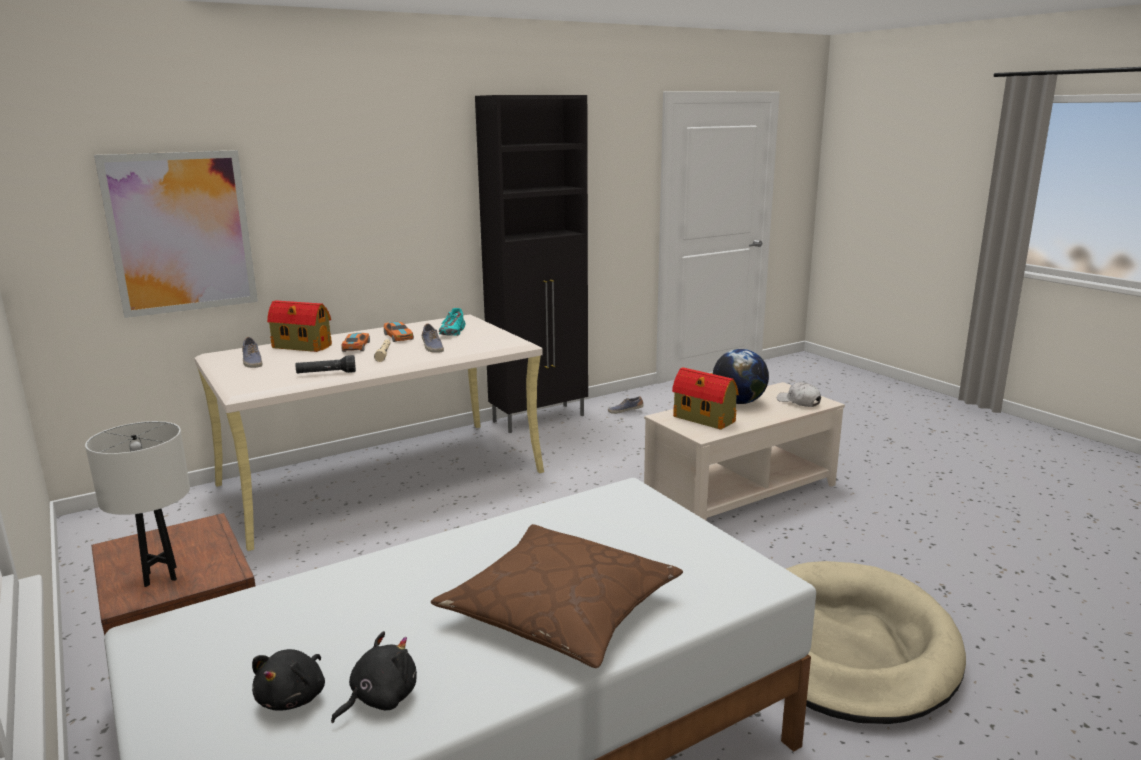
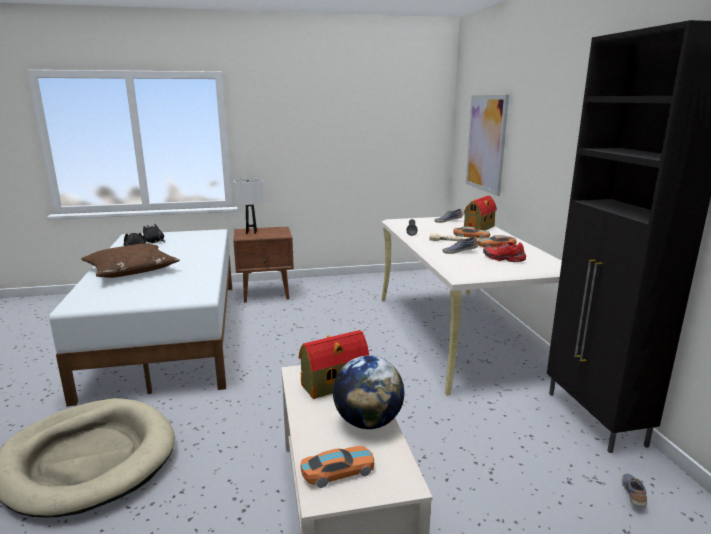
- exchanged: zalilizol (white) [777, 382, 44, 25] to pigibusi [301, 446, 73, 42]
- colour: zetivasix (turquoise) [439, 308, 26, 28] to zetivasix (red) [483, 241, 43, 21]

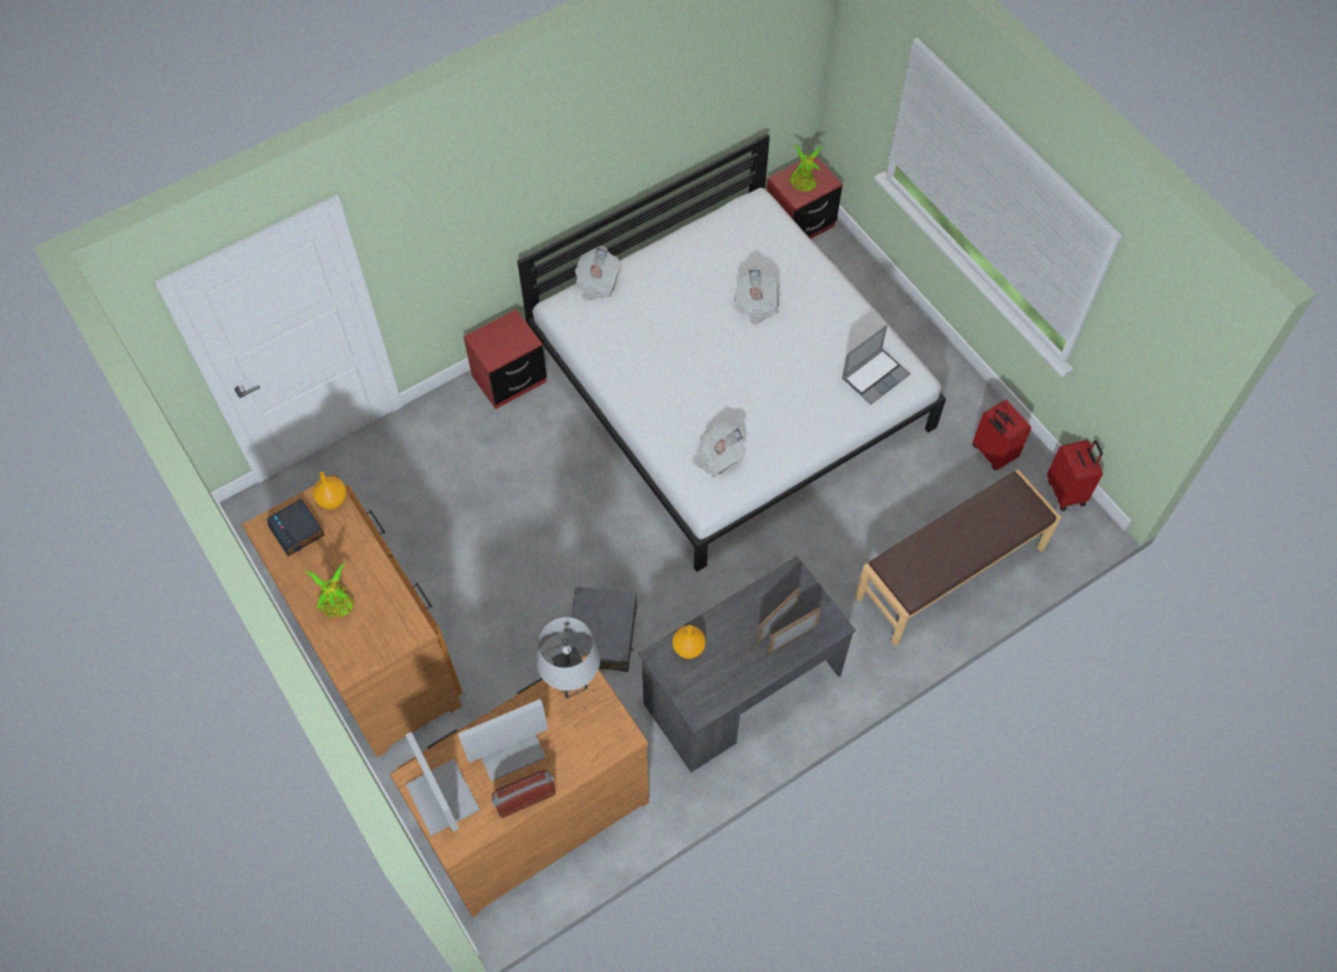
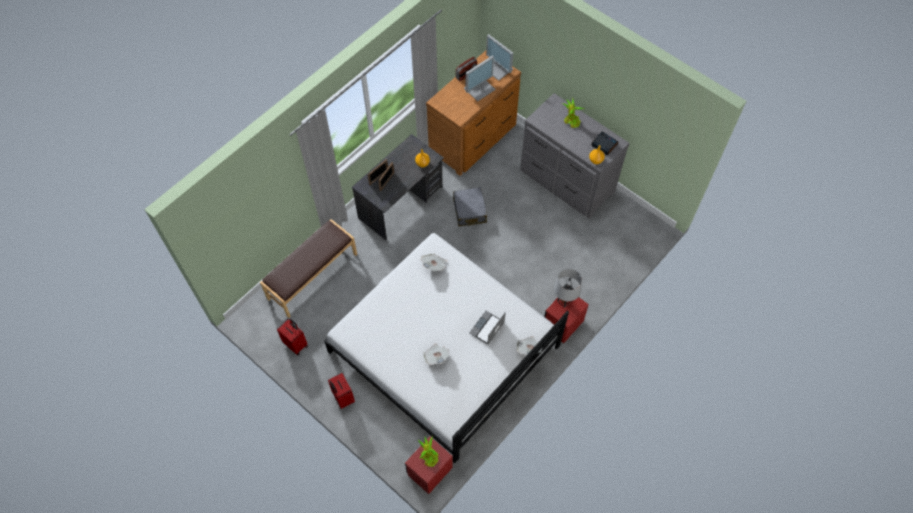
- relocated: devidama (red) [1047, 440, 56, 71] to [328, 373, 27, 36]
- relocated: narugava [842, 325, 68, 80] to [469, 311, 37, 34]
- colour: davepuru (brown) [242, 474, 220, 283] to davepuru (grey) [520, 93, 110, 126]
- relocated: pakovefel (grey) [537, 617, 63, 82] to [554, 269, 28, 39]

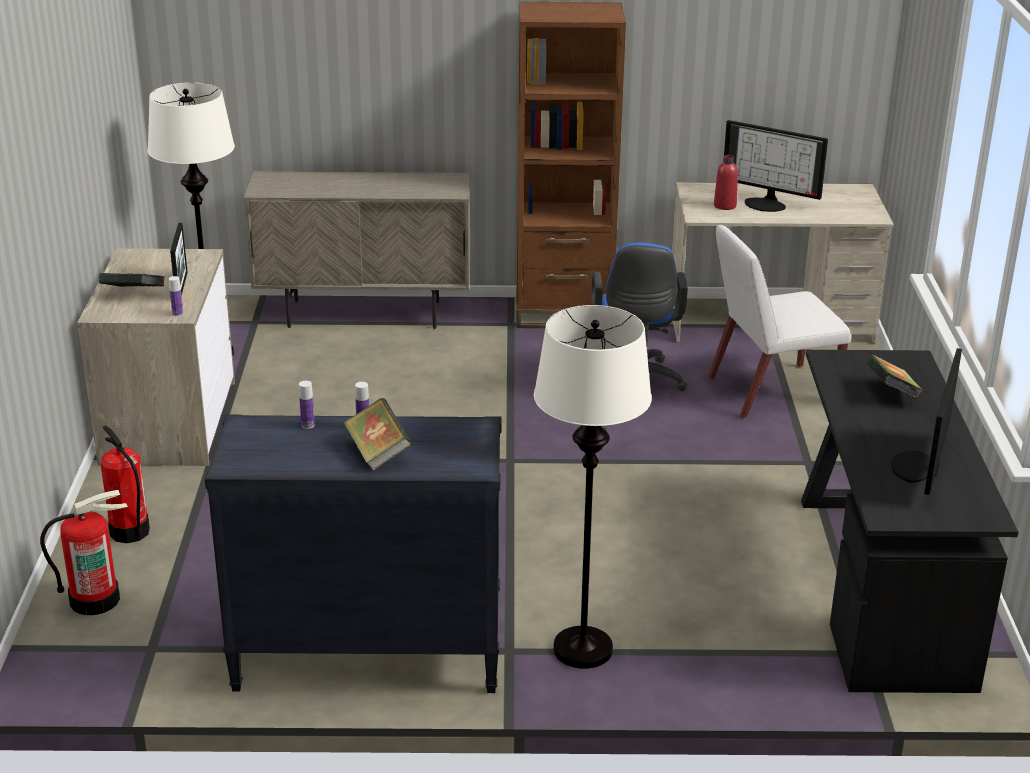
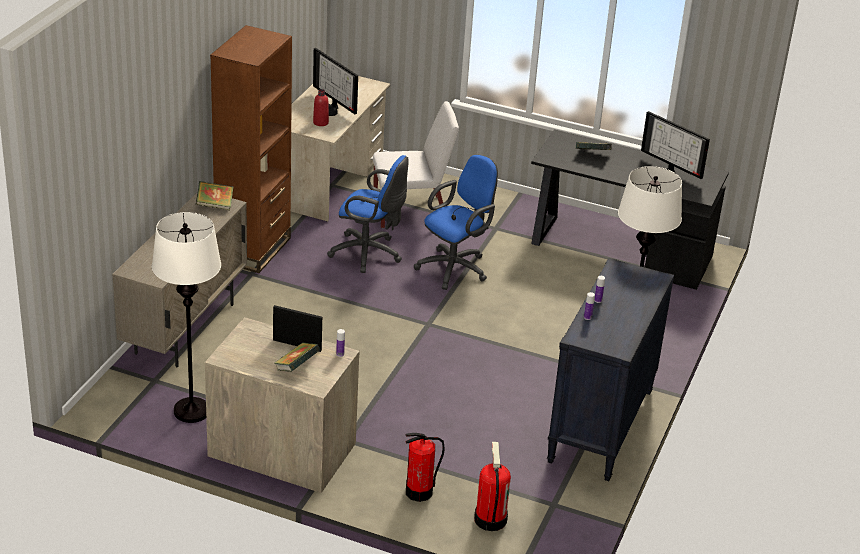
- relocated: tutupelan [344, 398, 68, 73] to [196, 181, 37, 29]
- spun: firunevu [723, 120, 105, 92] = [313, 48, 45, 68] 90 degrees clockwise
- spun: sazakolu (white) [708, 225, 143, 194] = [373, 101, 86, 127] 105 degrees counterclockwise
- appeared: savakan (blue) [414, 155, 84, 135]

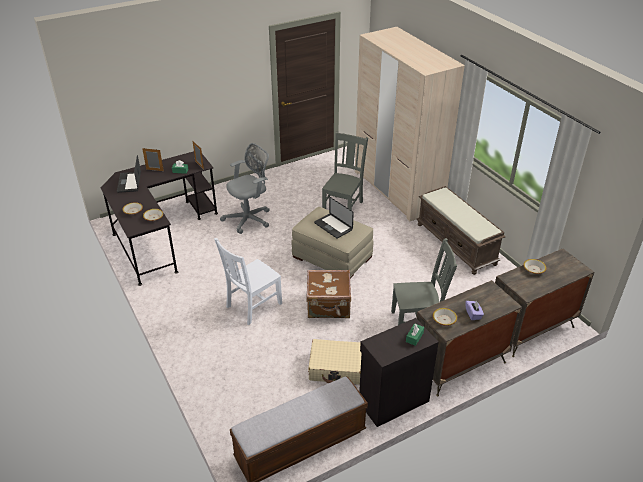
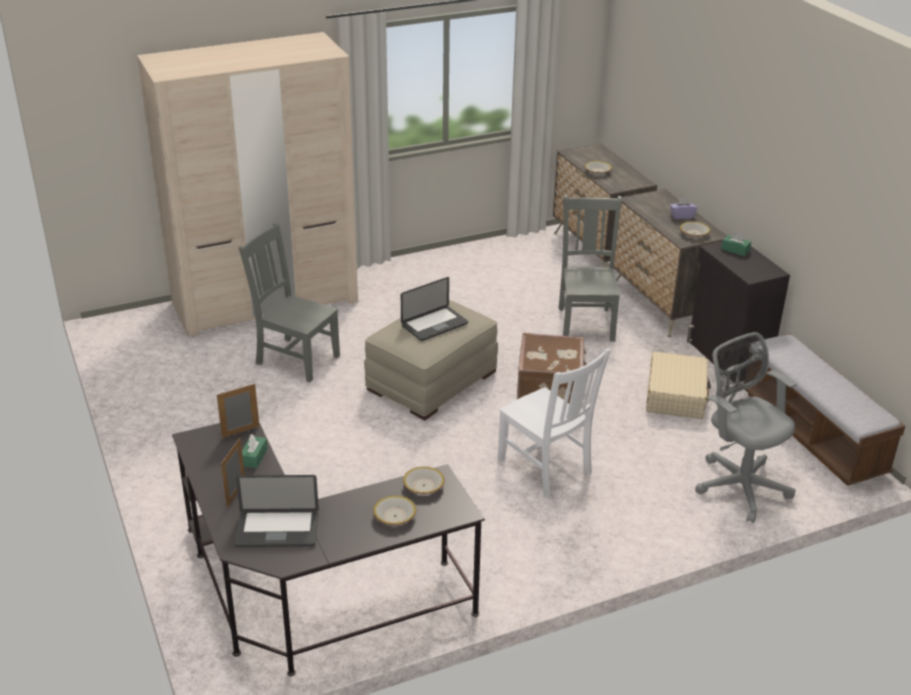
- relocated: savakan (grey) [220, 143, 49, 91] to [695, 332, 102, 191]
- missing: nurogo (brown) [416, 186, 90, 89]

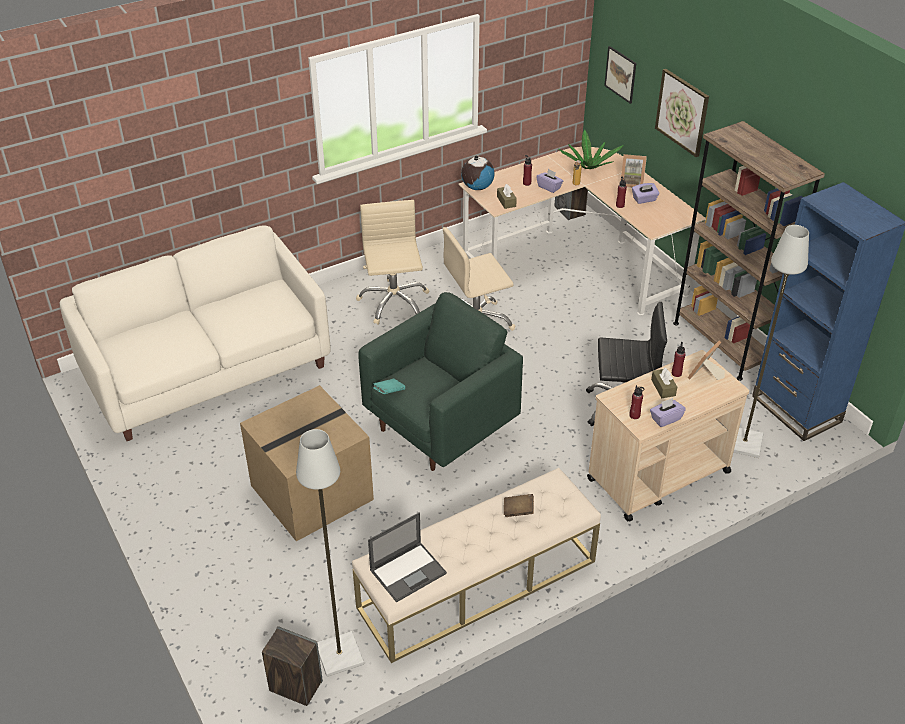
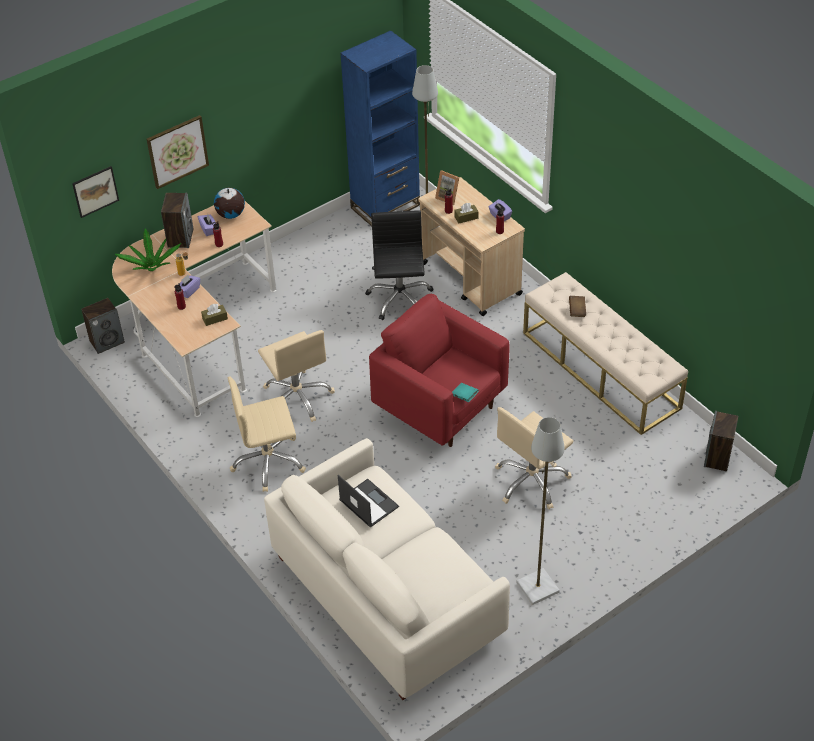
- exchanged: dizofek [621, 154, 26, 34] to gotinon [161, 193, 33, 55]
- relocated: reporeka [461, 155, 33, 35] to [214, 188, 31, 31]
- relocated: narugava [368, 512, 79, 91] to [338, 475, 61, 53]
- colour: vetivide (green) [358, 292, 165, 179] to vetivide (red) [369, 294, 141, 153]
- exchanged: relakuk [240, 385, 134, 156] to savakan (beige) [495, 407, 78, 102]
- relocated: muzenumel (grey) [296, 429, 68, 248] to [516, 417, 49, 188]
- missing: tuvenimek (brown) [673, 121, 152, 260]

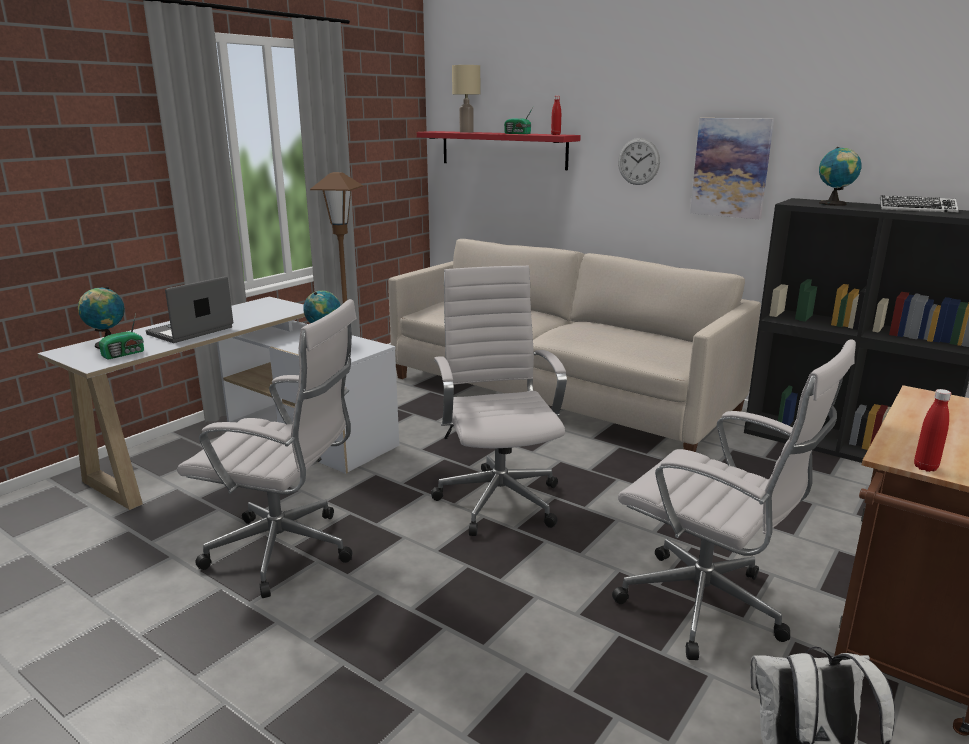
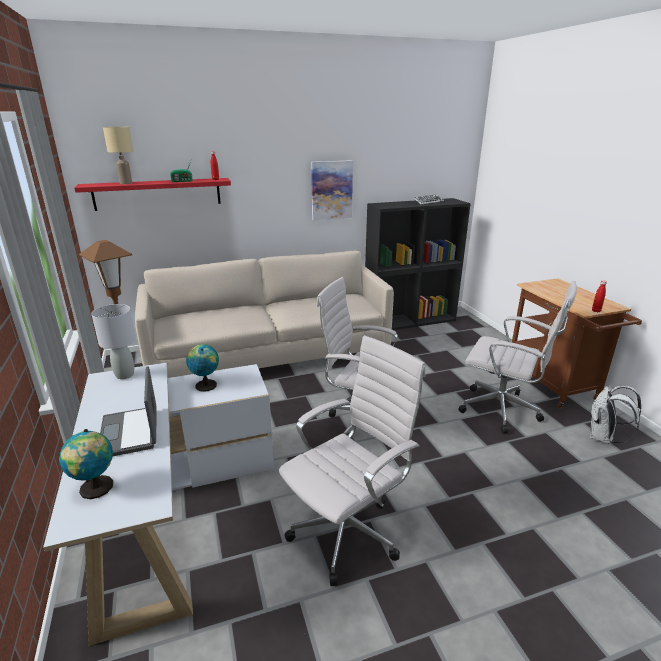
- appeared: pakovefel (grey) [91, 304, 45, 75]
- spun: savakan (white) [612, 339, 244, 321] = [458, 281, 119, 153] 45 degrees clockwise
- missing: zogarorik [99, 313, 45, 47]
- missing: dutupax [618, 138, 42, 47]
- missing: reporeka [819, 147, 42, 59]

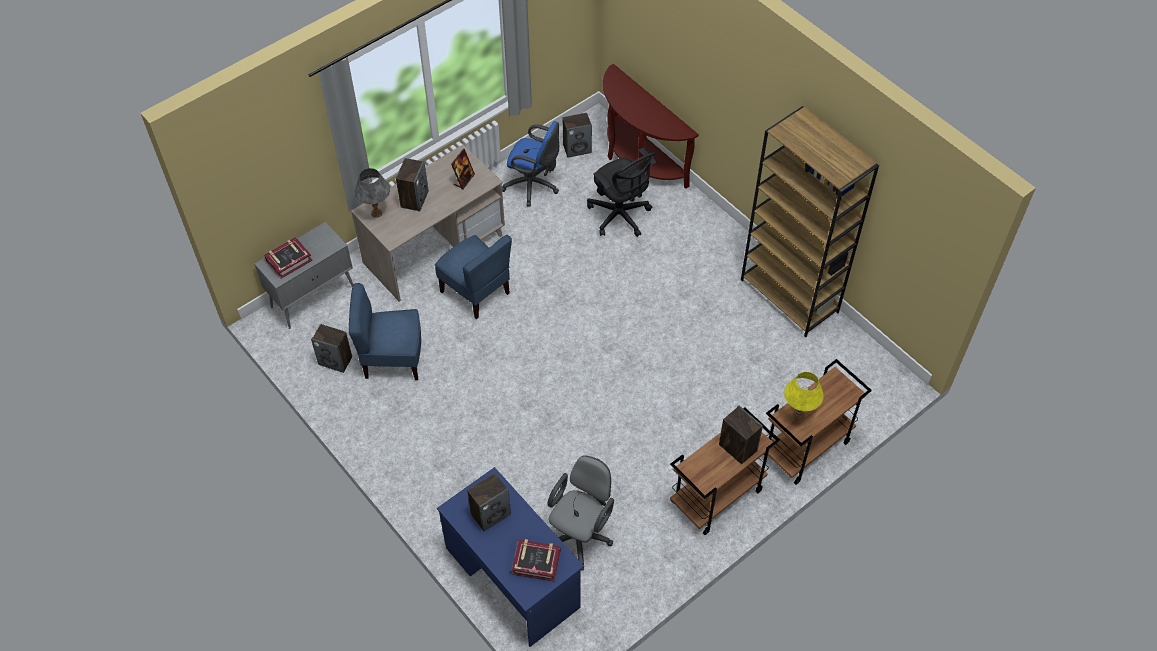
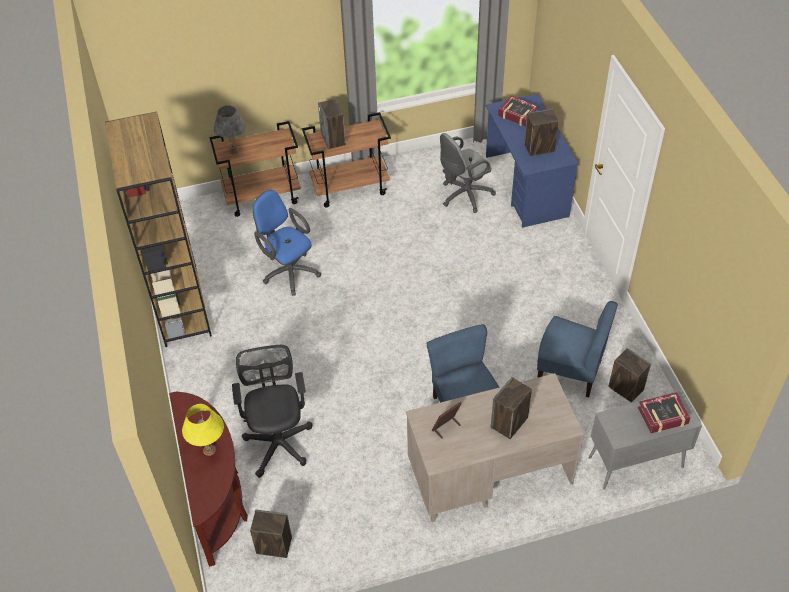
- relocated: pakovefel (yellow) [784, 372, 40, 48] to [182, 404, 42, 52]
- relocated: pakovefel (grey) [355, 168, 35, 50] to [214, 105, 32, 49]
- relocated: savakan (blue) [502, 121, 57, 85] to [253, 190, 68, 106]

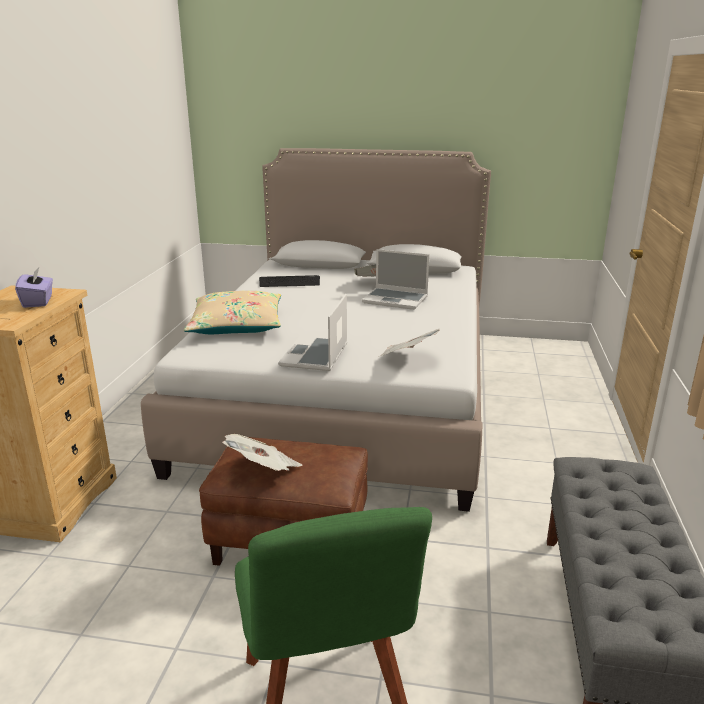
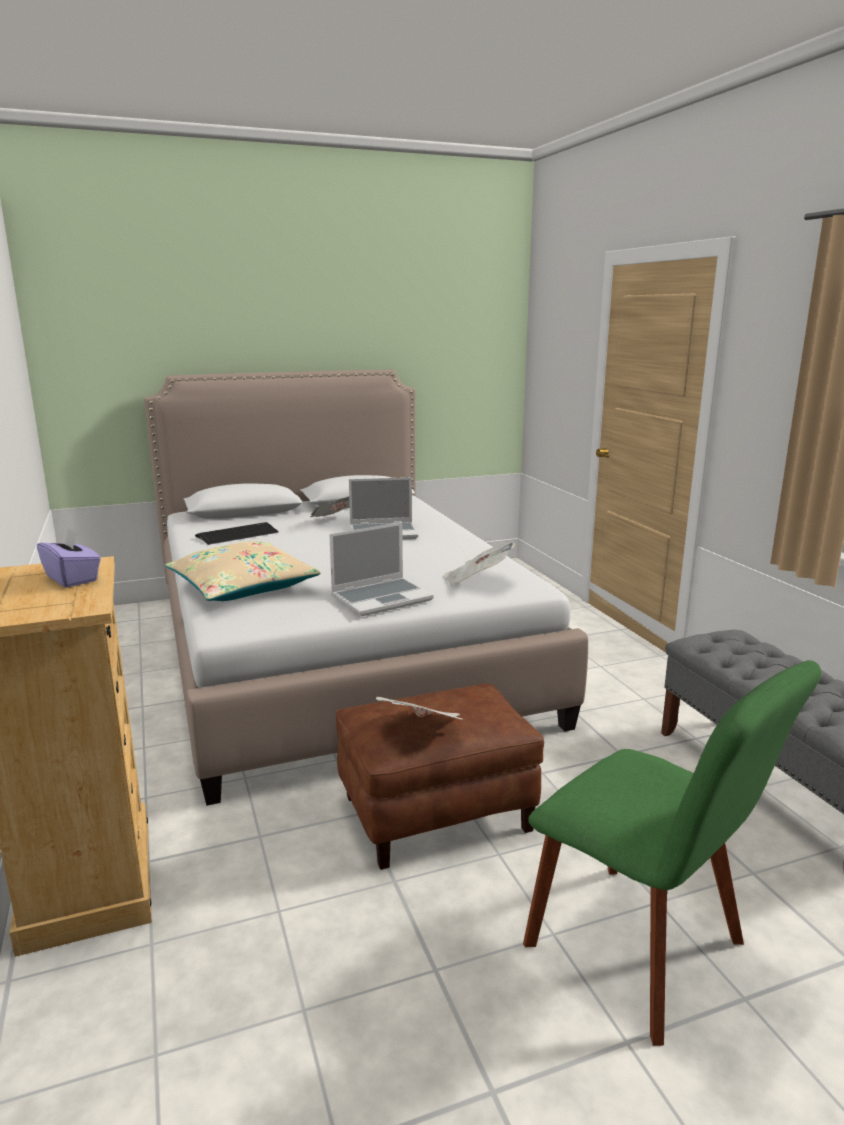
- spun: narugava [278, 294, 69, 77] = [329, 522, 105, 94] 105 degrees counterclockwise

